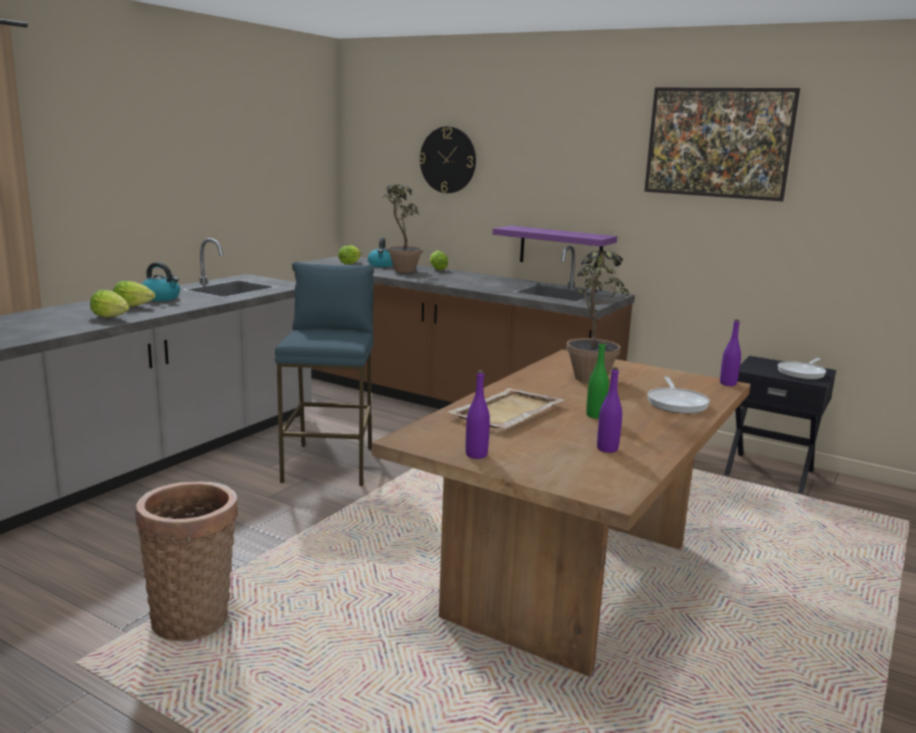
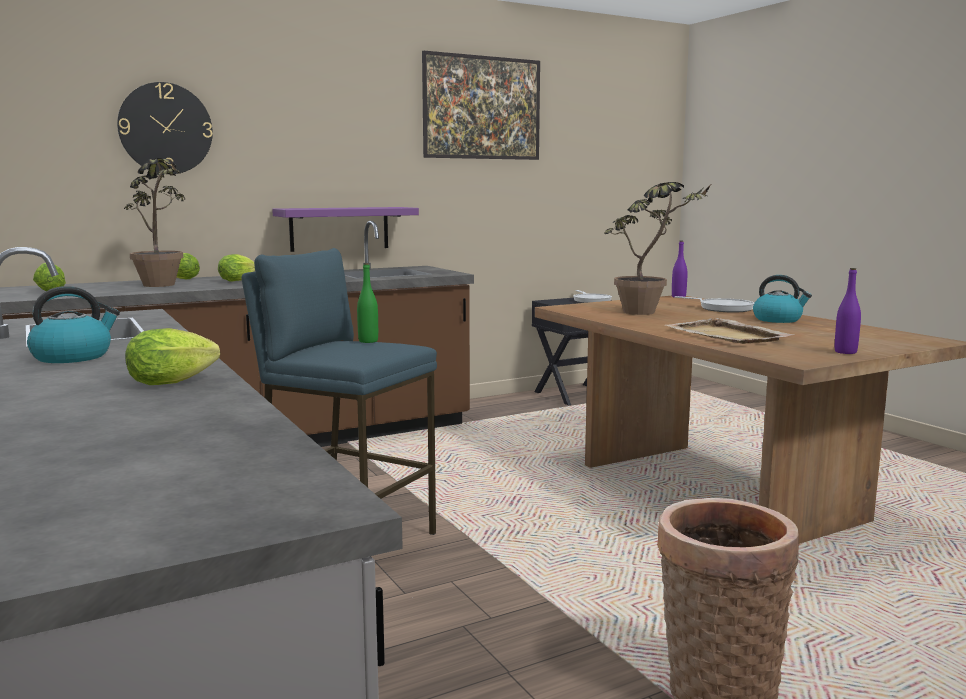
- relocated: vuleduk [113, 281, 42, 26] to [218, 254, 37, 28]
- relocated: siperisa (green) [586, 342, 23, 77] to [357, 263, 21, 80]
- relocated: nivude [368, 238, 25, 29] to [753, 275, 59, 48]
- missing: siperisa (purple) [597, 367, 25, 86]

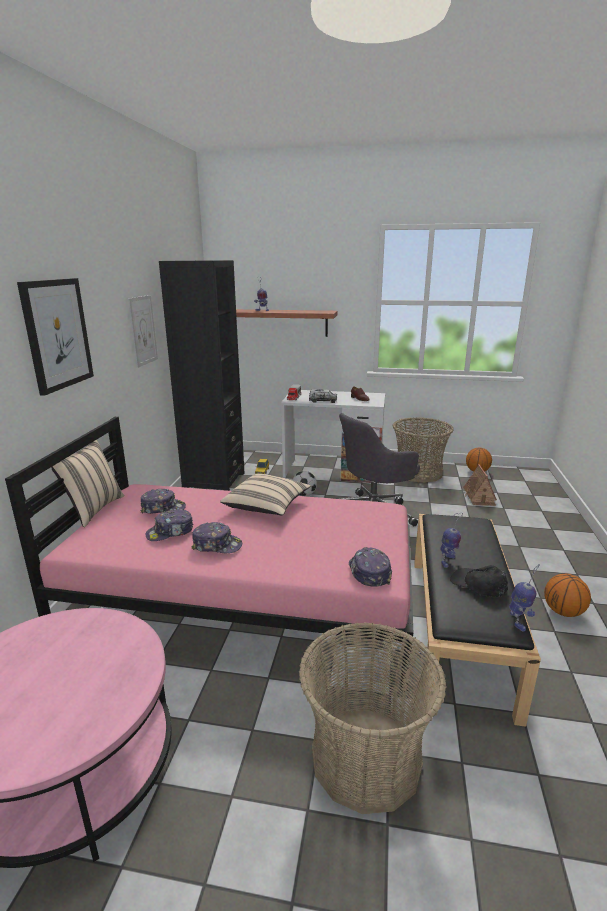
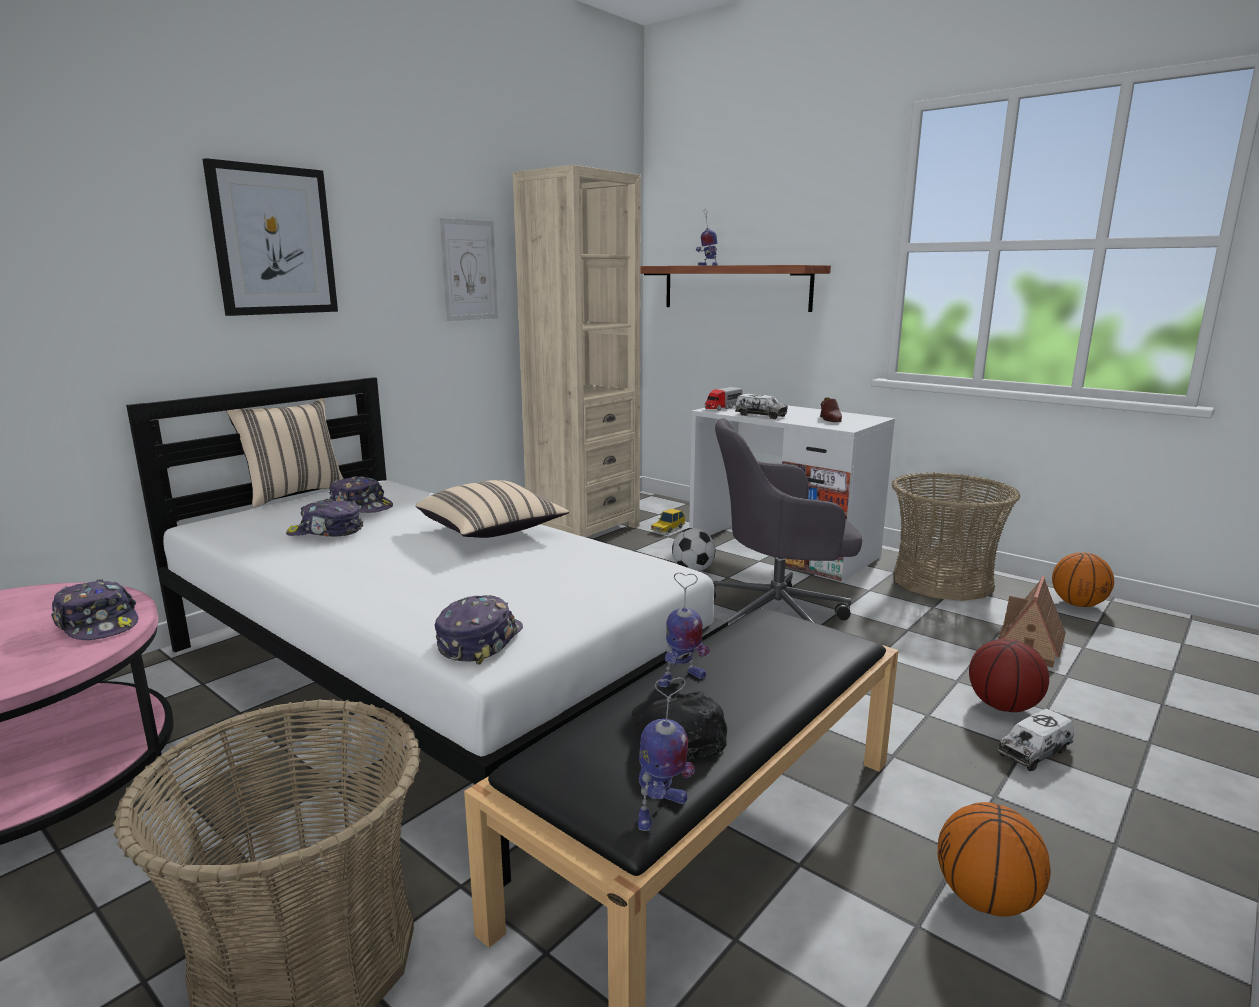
- relocated: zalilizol [191, 522, 51, 31] to [51, 579, 87, 61]
- colour: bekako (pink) [5, 417, 408, 274] to bekako (white) [126, 377, 602, 510]
- colour: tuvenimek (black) [159, 260, 85, 231] to tuvenimek (beige) [513, 165, 128, 372]
- appeared: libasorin [969, 639, 80, 73]
- appeared: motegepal [997, 709, 77, 62]

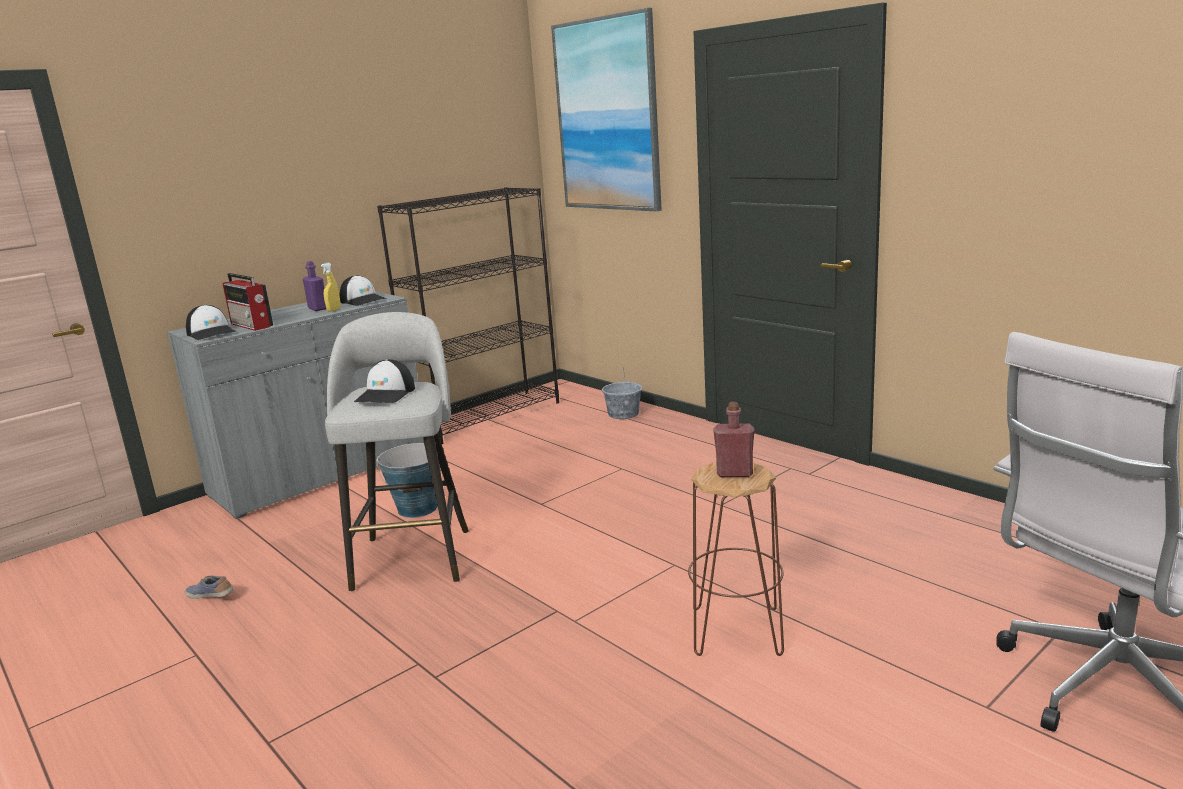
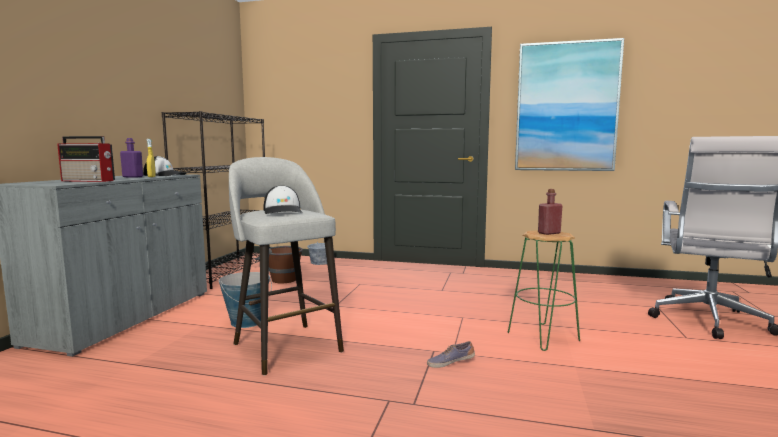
- appeared: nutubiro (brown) [255, 246, 48, 37]
- relocated: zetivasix [185, 575, 49, 24] to [427, 341, 48, 27]
- colour: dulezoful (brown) [688, 462, 96, 194] to dulezoful (green) [508, 230, 72, 121]
- relocated: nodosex [551, 8, 111, 203] to [515, 38, 109, 133]
- missing: zalilizol [186, 305, 51, 35]

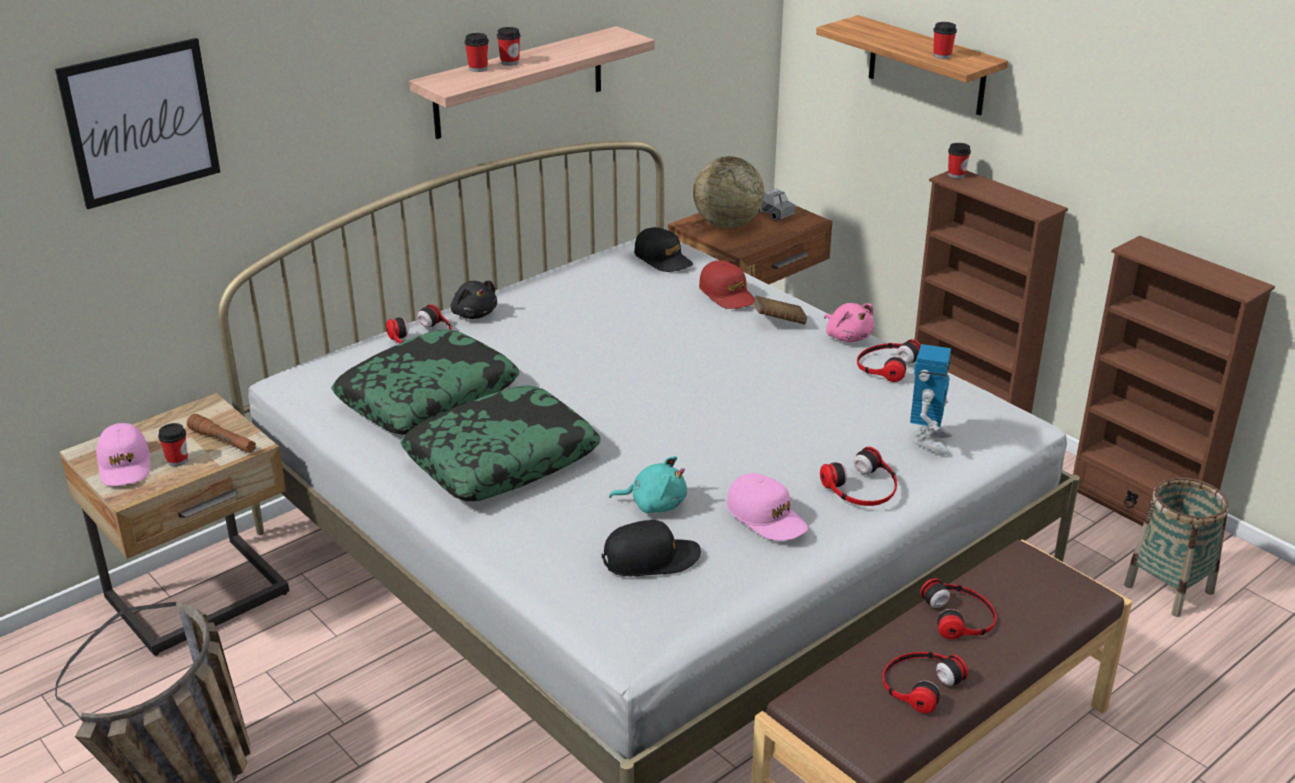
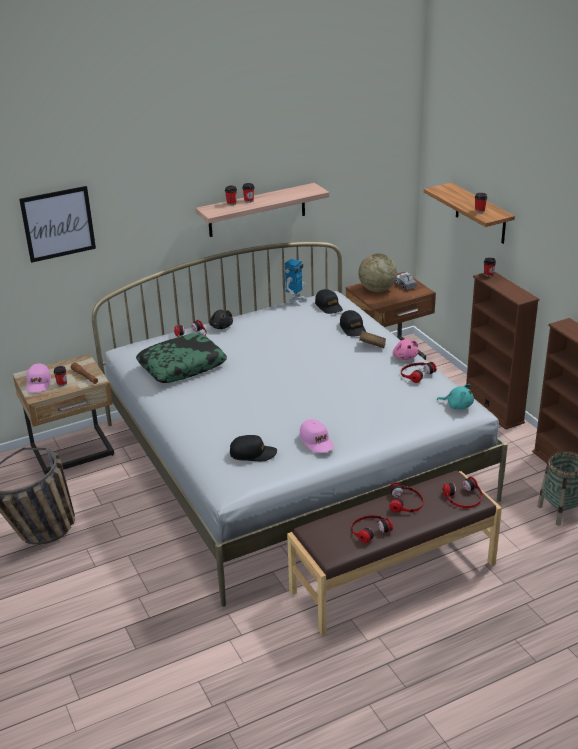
- relocated: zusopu [910, 344, 43, 110] to [285, 259, 22, 47]
- colour: zalilizol (red) [699, 260, 56, 49] to zalilizol (black) [340, 310, 26, 27]
- relocated: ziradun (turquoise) [609, 456, 78, 57] to [437, 384, 37, 25]
- relocated: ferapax [820, 447, 77, 59] to [443, 477, 39, 31]
- missing: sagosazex [400, 385, 201, 116]

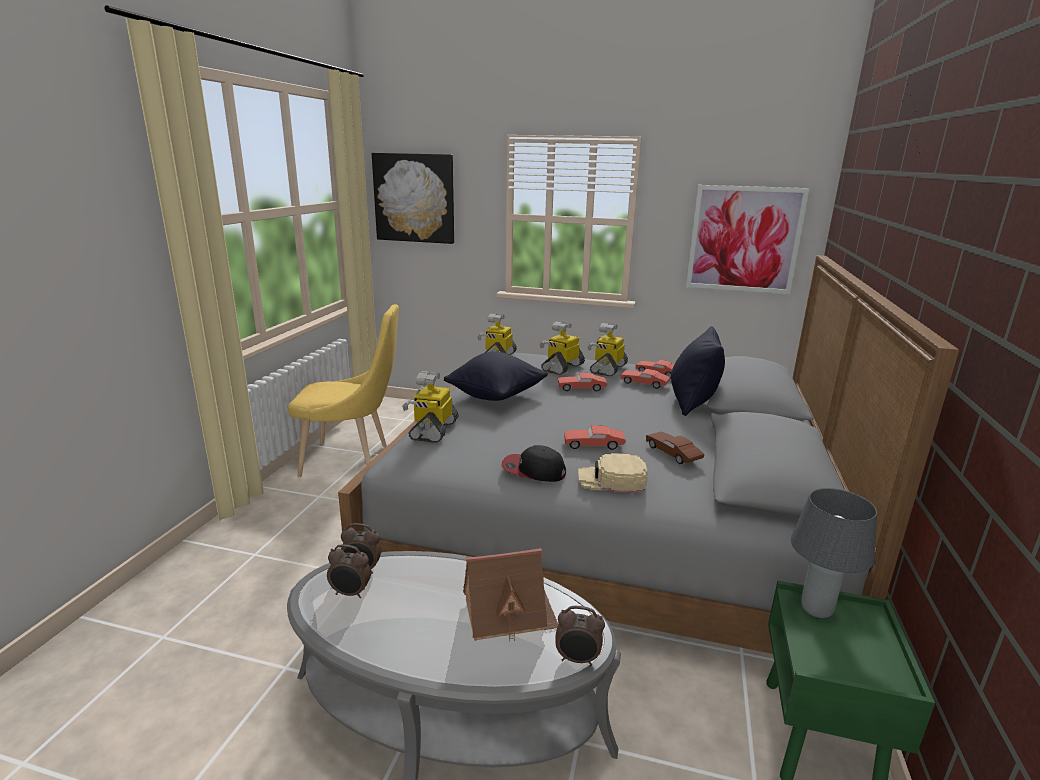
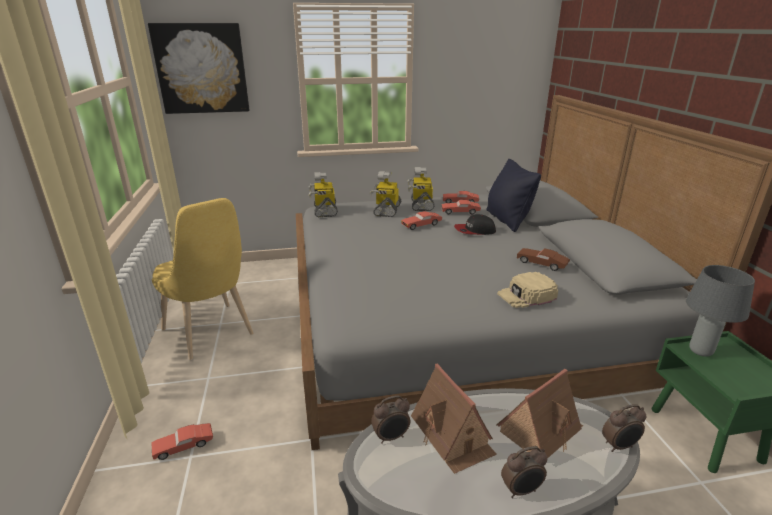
- relocated: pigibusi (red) [564, 425, 62, 25] to [151, 423, 62, 37]
- spun: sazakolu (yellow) [288, 304, 111, 173] = [152, 198, 102, 162] 75 degrees clockwise
- appeared: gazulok [411, 363, 86, 111]
- relocated: zalilizol [501, 445, 65, 37] to [454, 214, 42, 21]
- relocated: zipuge [327, 544, 44, 54] to [501, 446, 47, 52]
- missing: zusopu [402, 371, 57, 72]
- missing: sagosazex (black) [444, 351, 104, 50]
- missing: nodosex [686, 185, 124, 109]

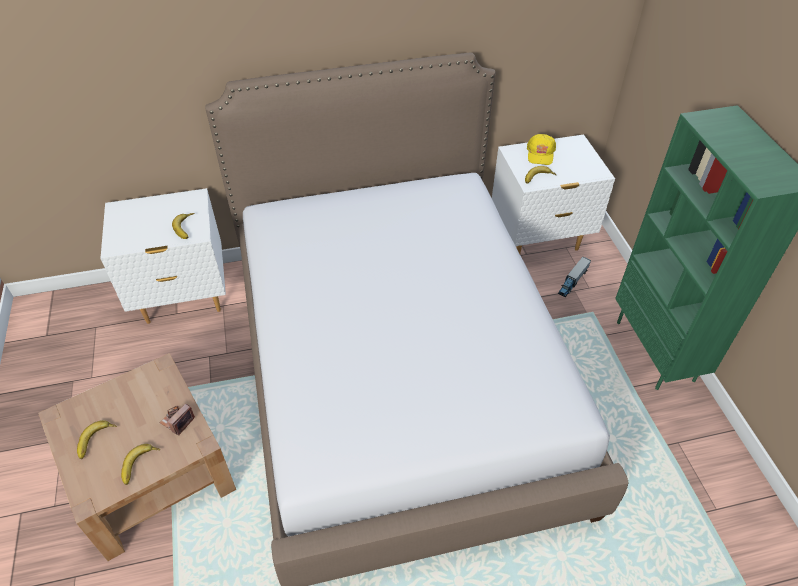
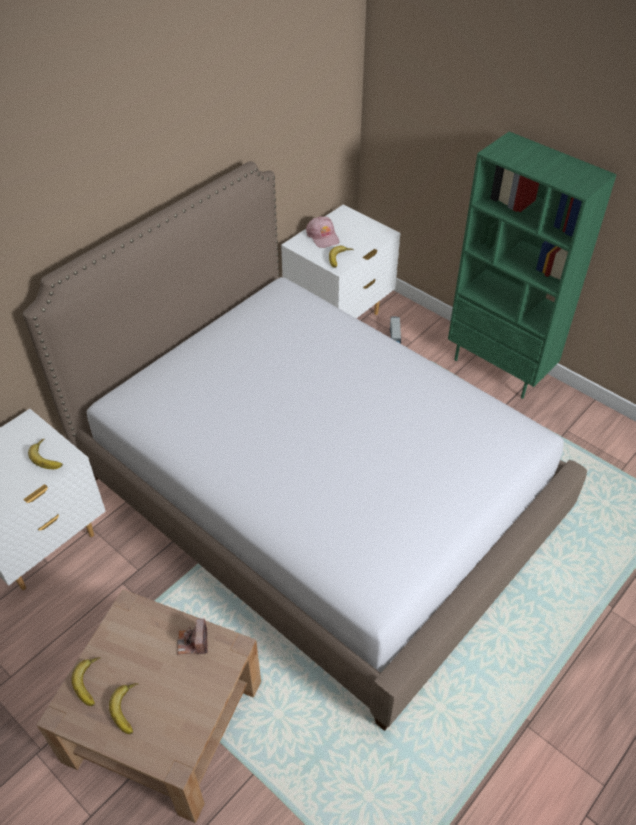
- relocated: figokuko [121, 444, 39, 41] to [71, 657, 30, 49]
- colour: zalilizol (yellow) [527, 134, 29, 31] to zalilizol (pink) [306, 216, 33, 32]

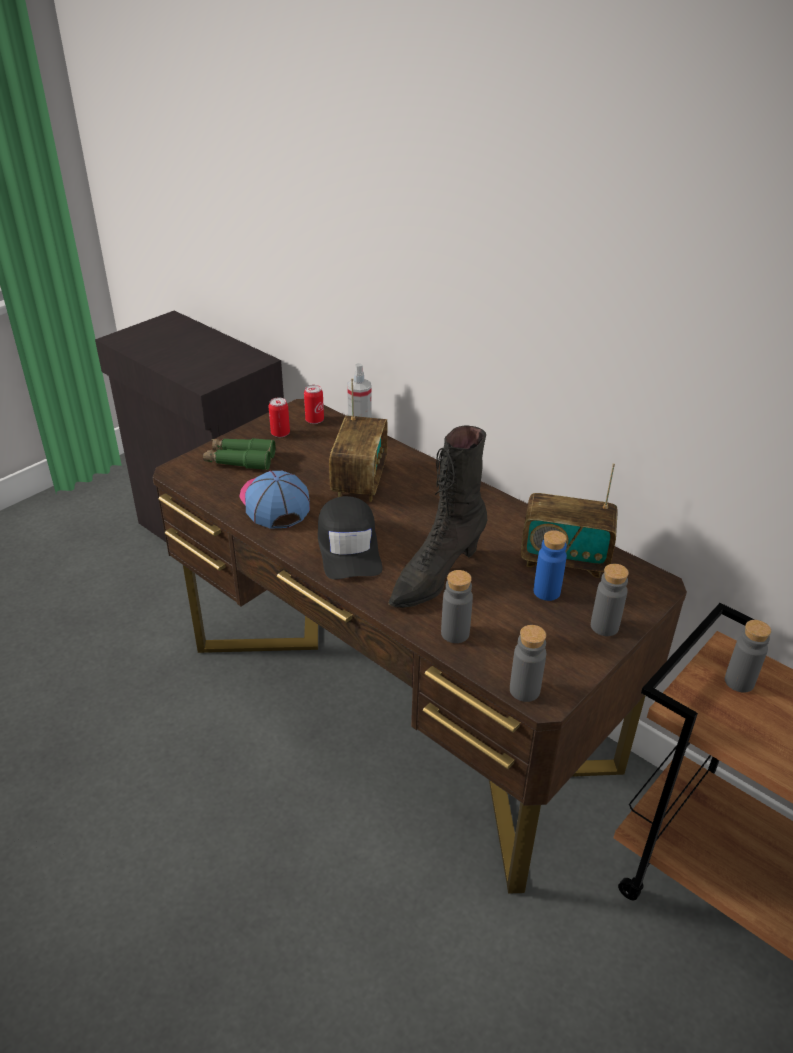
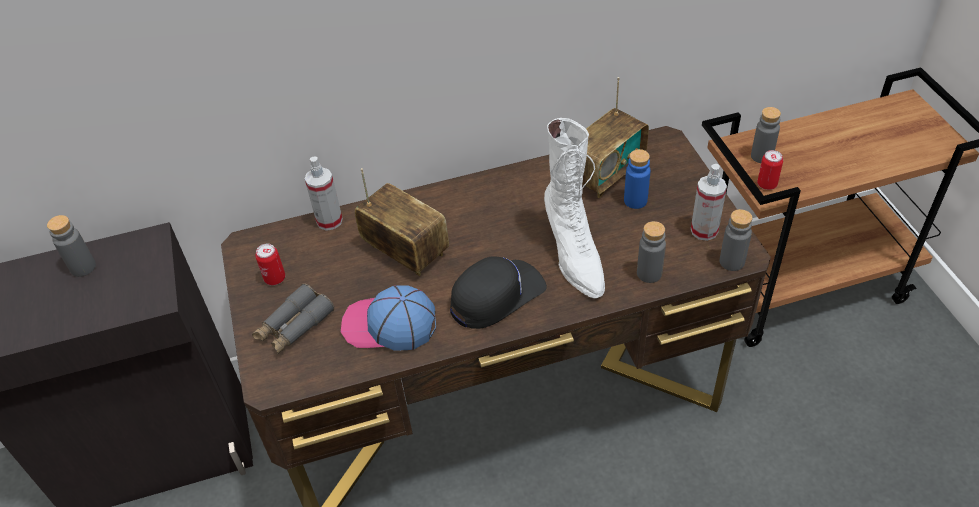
- relocated: siperisa (grey) [591, 564, 38, 72] to [47, 215, 49, 62]
- colour: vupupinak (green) [203, 438, 72, 32] to vupupinak (grey) [252, 284, 82, 71]
- spun: zalilizol (black) [318, 496, 65, 84] = [450, 257, 97, 72] 60 degrees counterclockwise
- colour: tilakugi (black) [388, 425, 99, 183] to tilakugi (white) [544, 118, 61, 181]
- appeared: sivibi [691, 164, 36, 77]
- relocated: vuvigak [304, 385, 20, 39] to [757, 150, 26, 40]

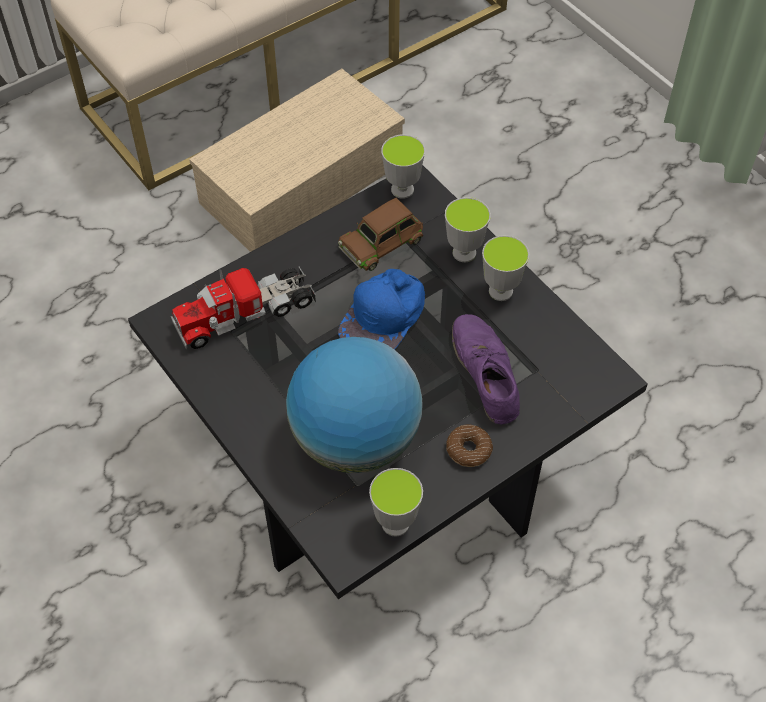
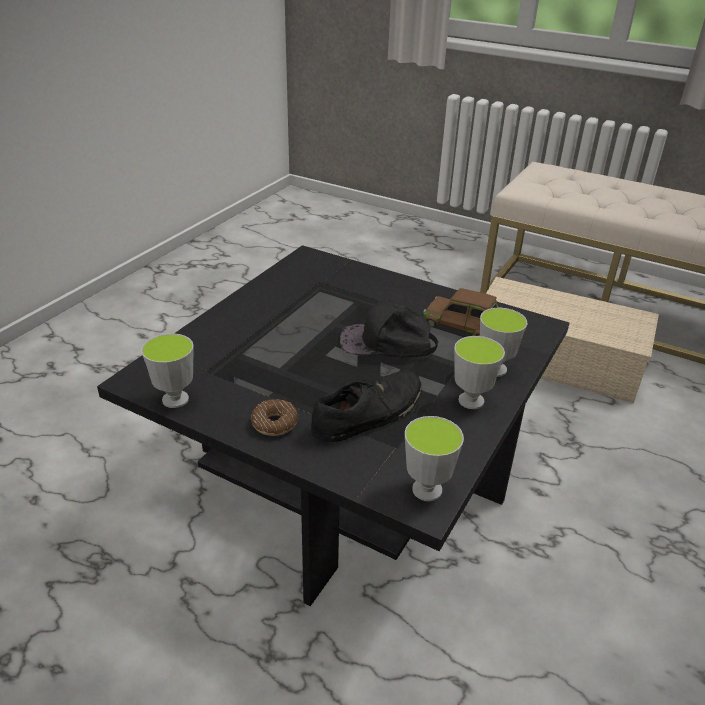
- colour: zetivasix (purple) [452, 314, 68, 110] to zetivasix (black) [311, 370, 111, 72]
- colour: zalilizol (blue) [338, 269, 87, 81] to zalilizol (black) [340, 300, 98, 57]
- relocated: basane [381, 135, 44, 64] to [405, 416, 59, 85]
- missing: motegepal [171, 267, 145, 82]
- missing: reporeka [286, 337, 137, 136]

